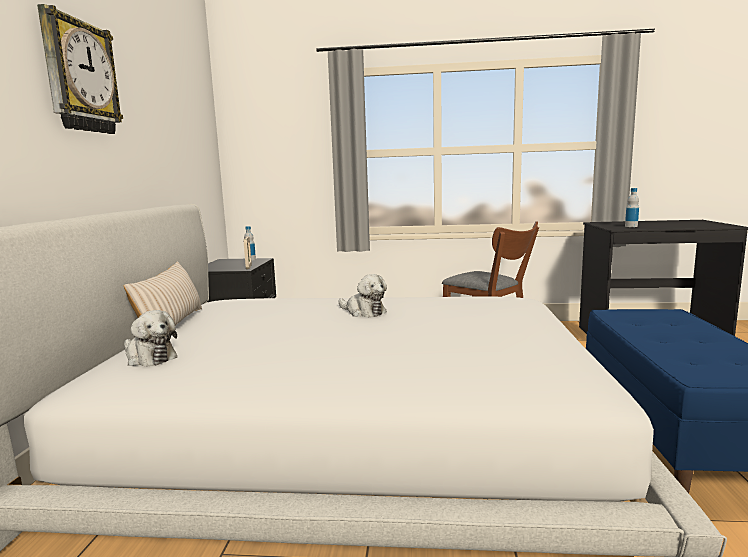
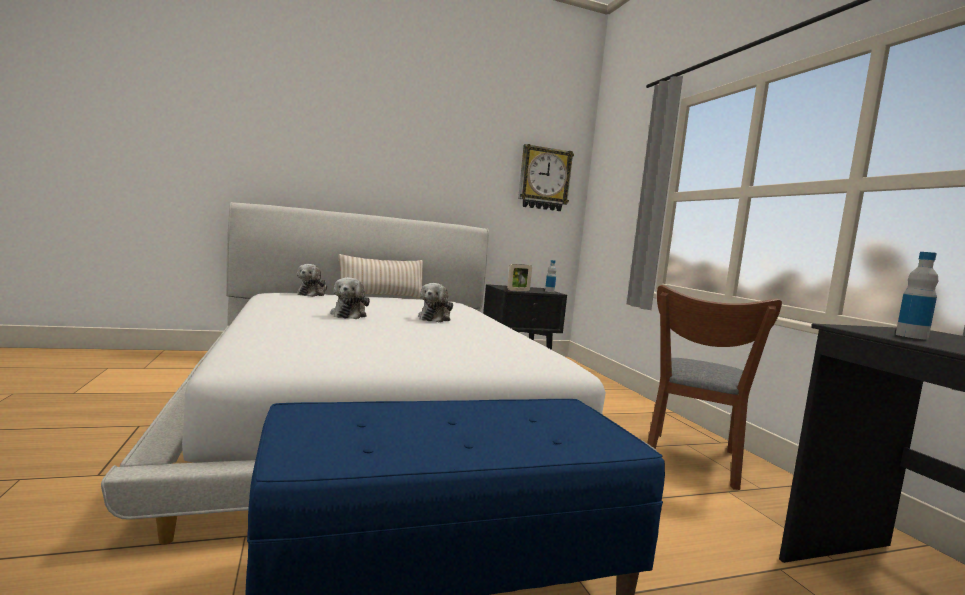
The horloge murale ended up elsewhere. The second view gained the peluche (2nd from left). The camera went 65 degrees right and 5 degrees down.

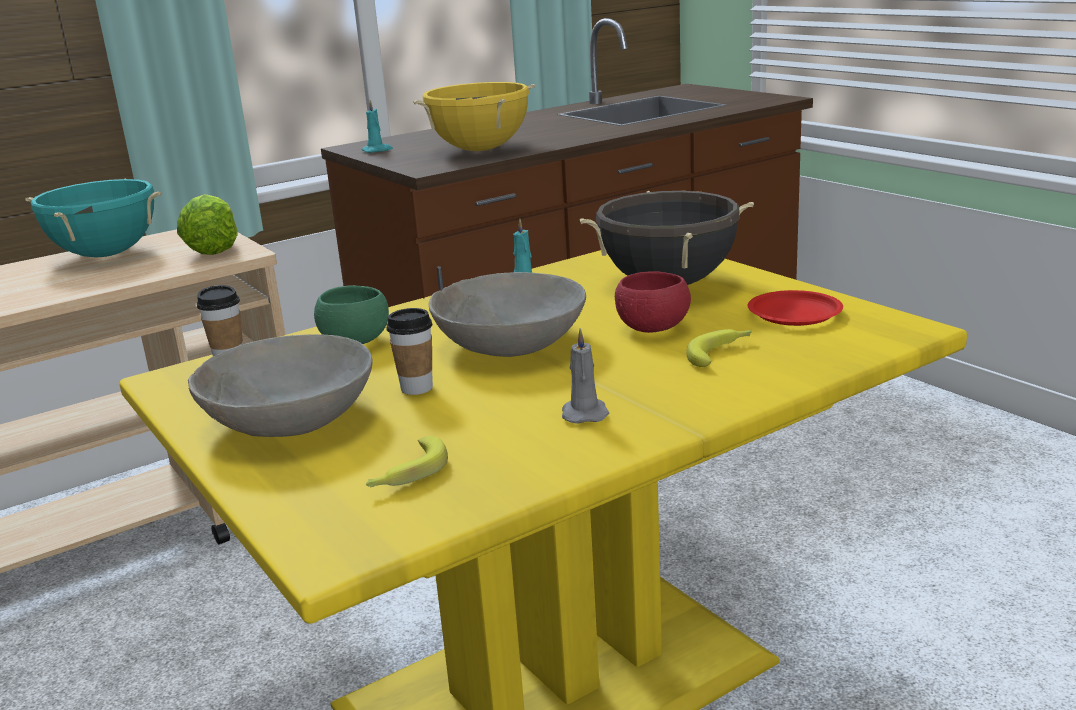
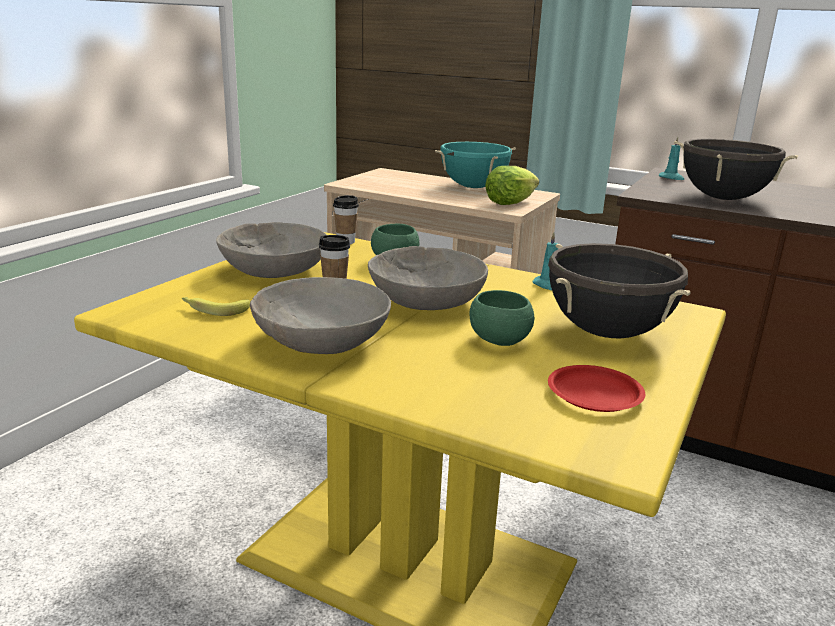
What was the marmite (jaune) turned into the marmite (noir) (2nd from left). Where the bougie (gris) stood, the bol (gris) (2nd from left) came to stand. What was the bol (rouge) turned into the bol (vert) (2nd from left). The second view lost the banane (2nd from left). The camera went 60 degrees right and 0 degrees up.

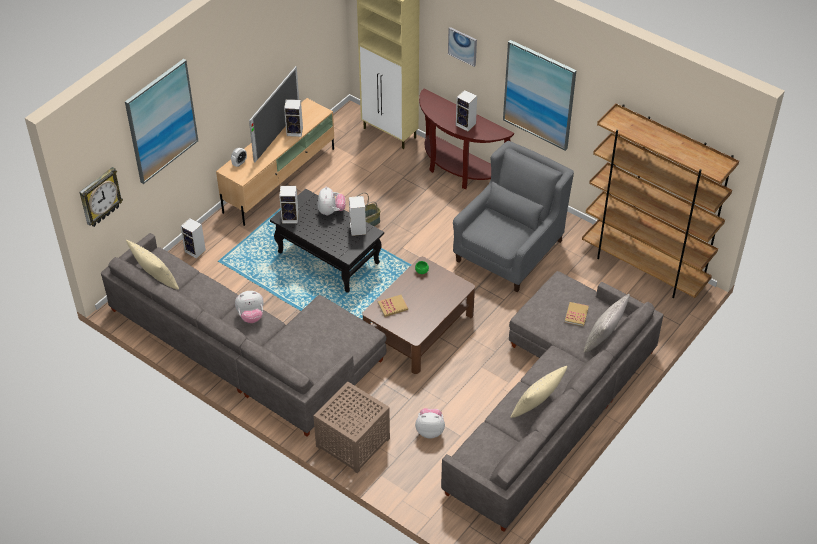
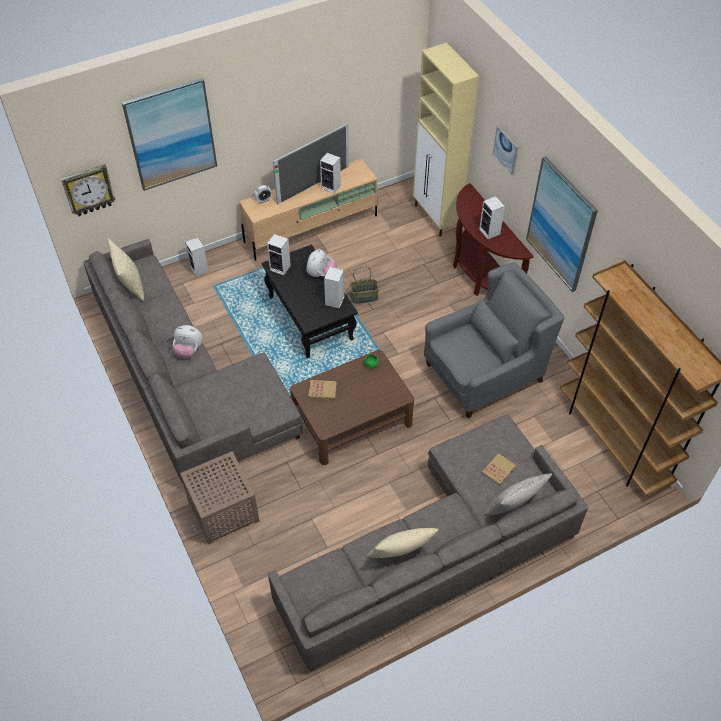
The second view lost the peluche (3rd from left). The camera went 25 degrees right and 5 degrees up.

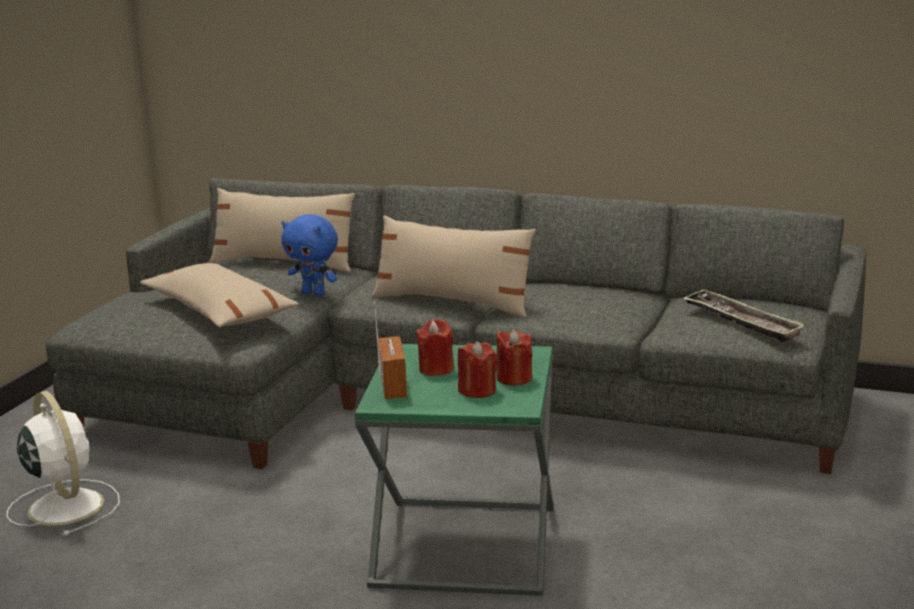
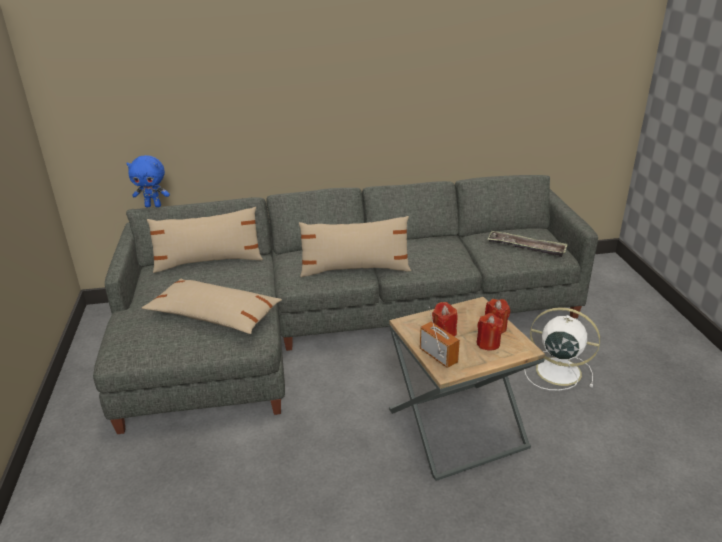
The ventilateur (blanc) ended up elsewhere. The peluche (bleu) ended up elsewhere. What was the table d'appoint (vert) turned into the table d'appoint (marron). The camera went 30 degrees left and 10 degrees up.

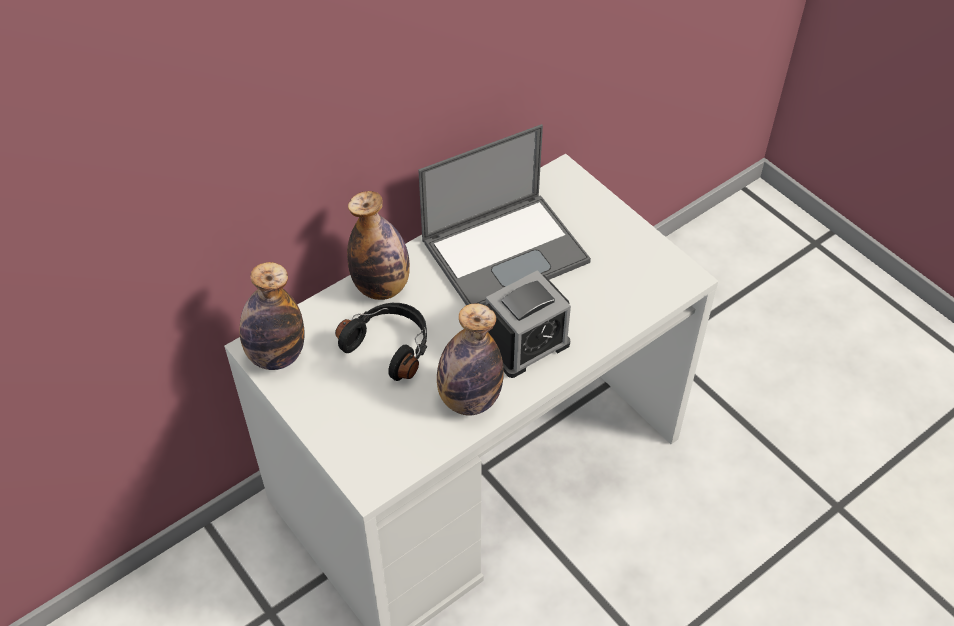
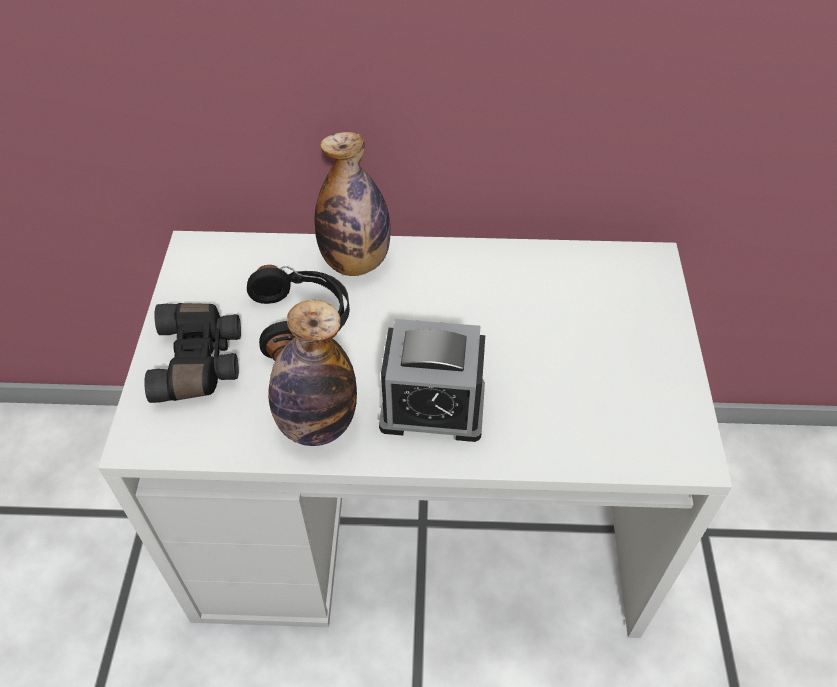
The second view lost the bouteille (1st from left). The second view lost the ordinateur portable. The second view gained the jumelles (noir). The camera went 40 degrees right and 0 degrees up.

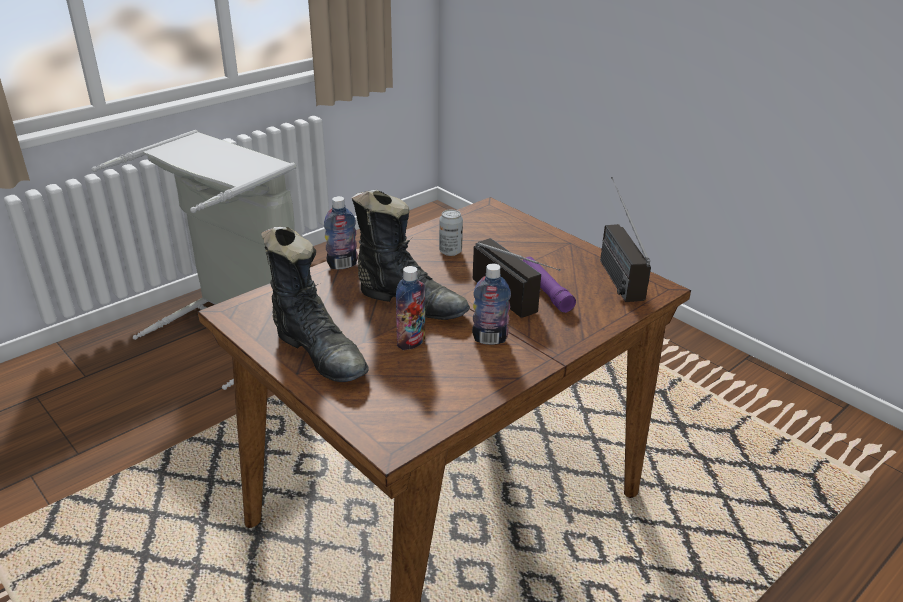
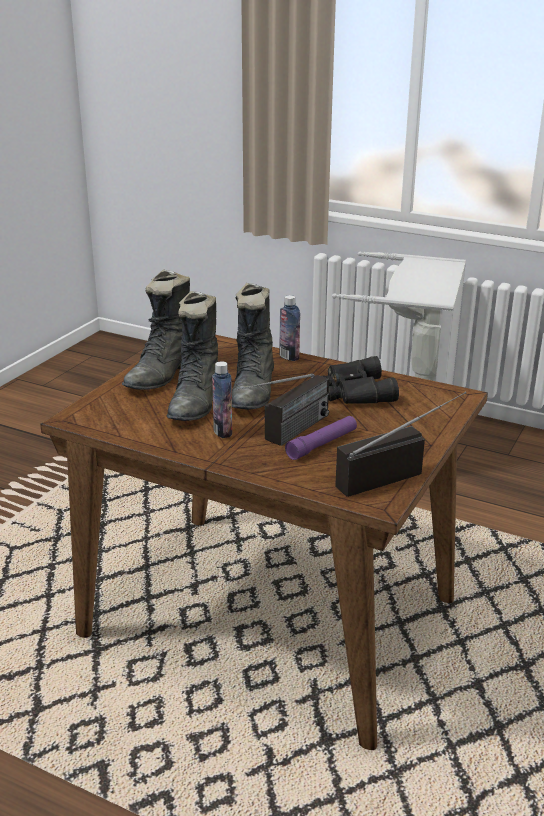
Where the bouteille (2nd from left) stood, the botte (noir) (2nd from left) came to stand. Where the boîte métallique stood, the jumelles (noir) came to stand. The camera went 70 degrees right and 5 degrees down.

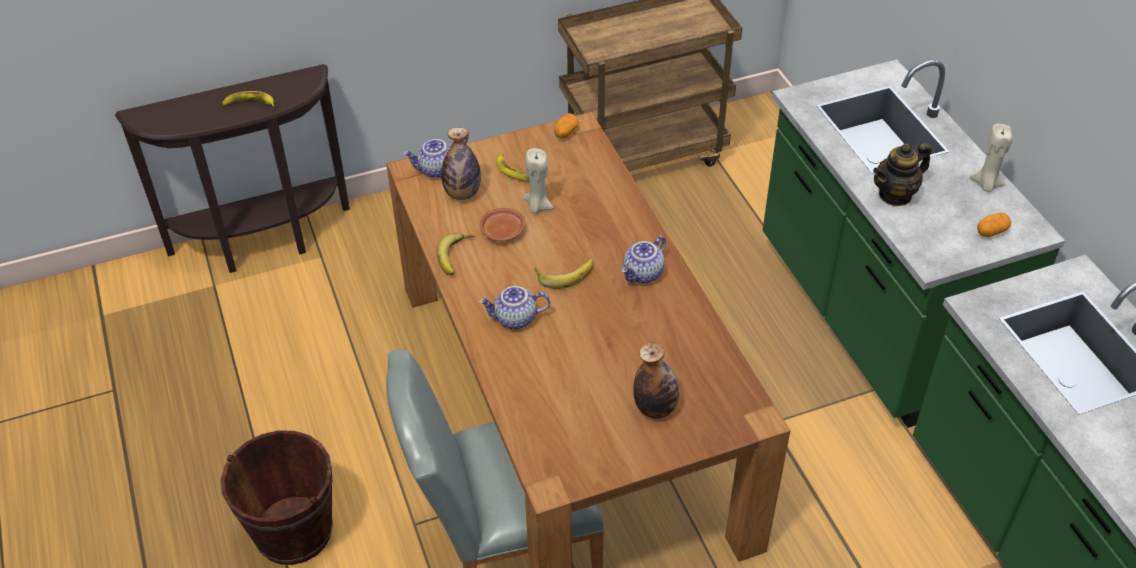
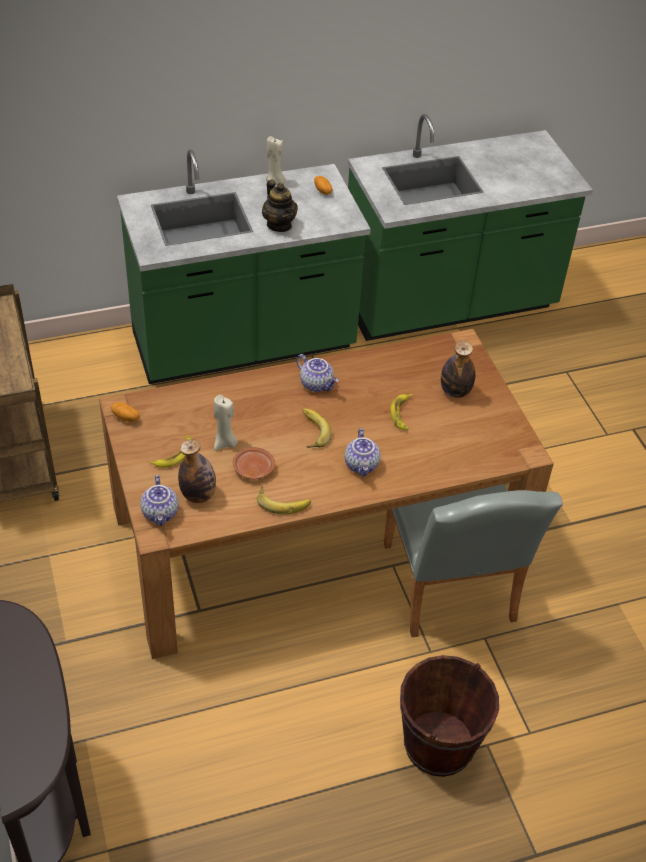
The banane (1st from left in the first image) ended up elsewhere. The camera went 90 degrees left and 0 degrees up.

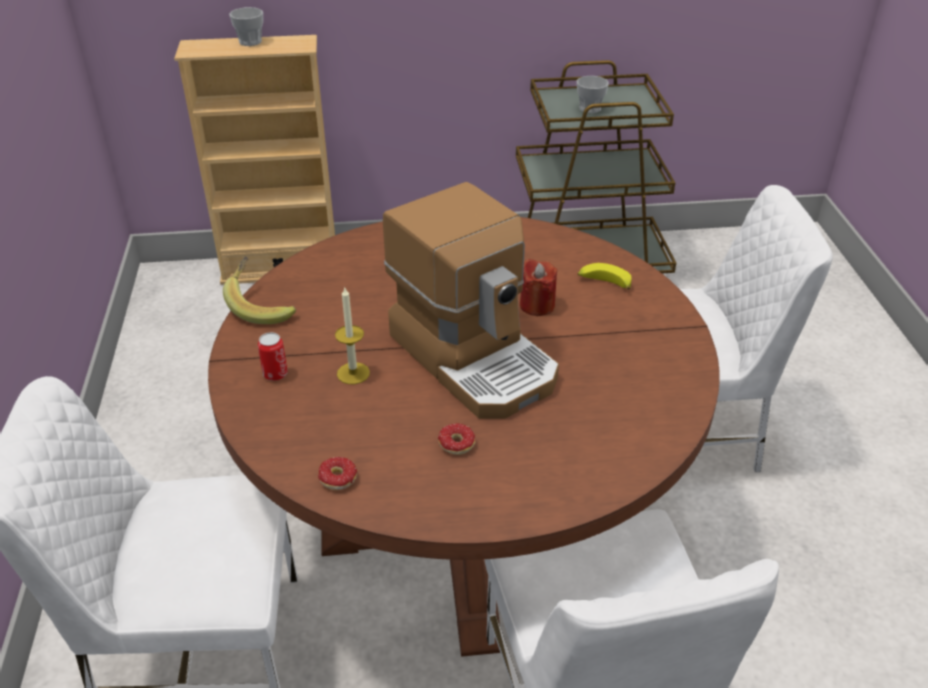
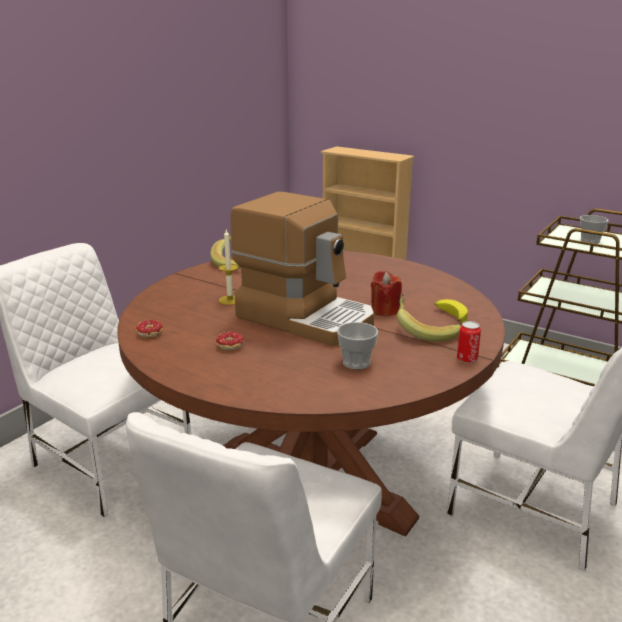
The tasse (1st from left) ended up elsewhere. The boîte métallique ended up elsewhere. The machine à café ended up facing another way, 60 degrees counterclockwise from before. The second view gained the banane (2nd from left). The camera went 40 degrees right and 15 degrees down.

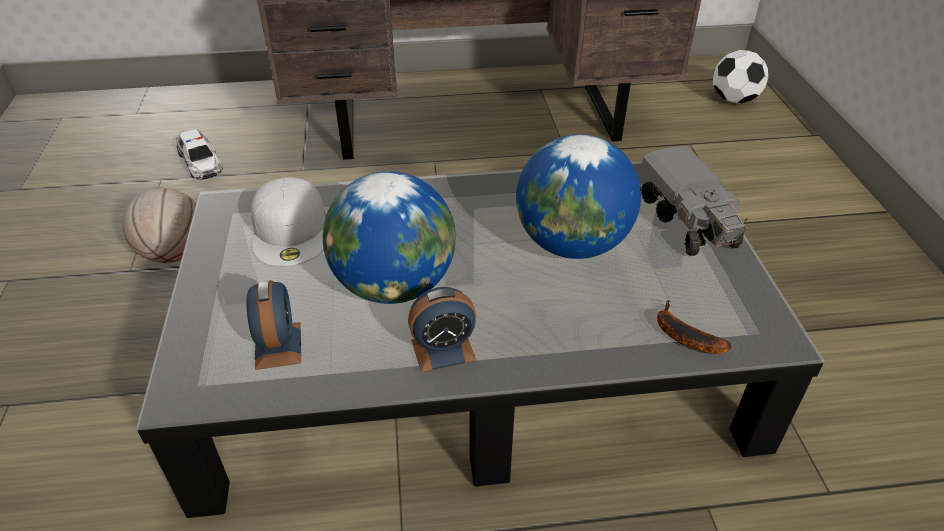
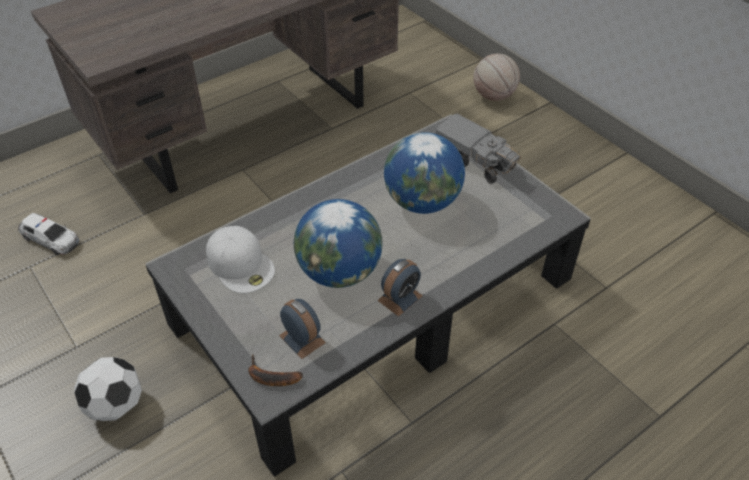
The ballon de basket ended up elsewhere. The banane ended up elsewhere. The ballon de foot ended up elsewhere. The camera went 30 degrees left and 5 degrees up.

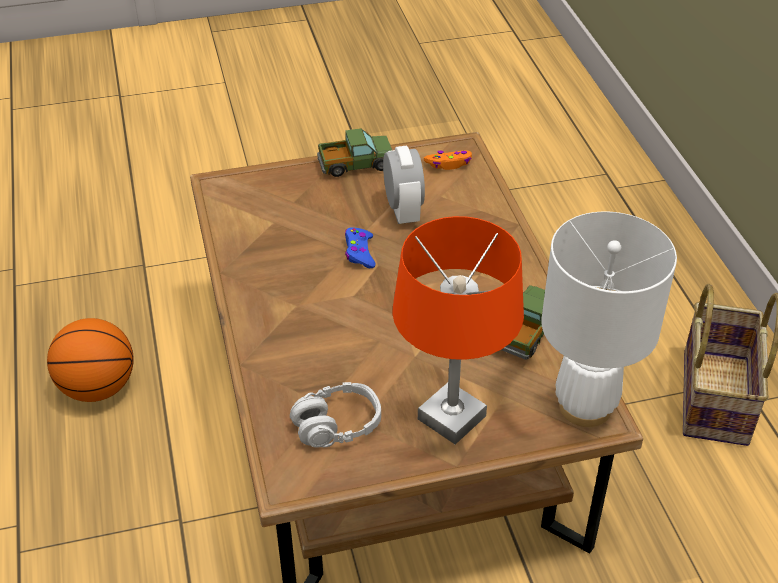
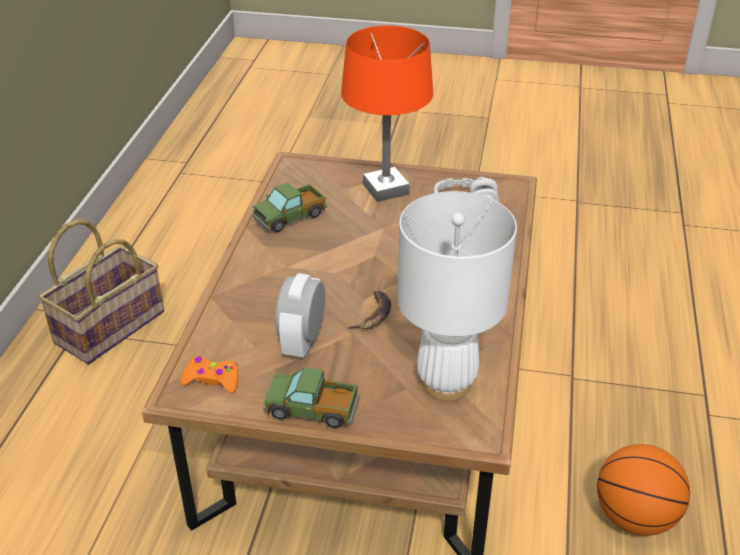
Where the manette (bleu) stood, the banane came to stand. The lampe de table (blanc) ended up elsewhere. The camera went 155 degrees left and 5 degrees down.

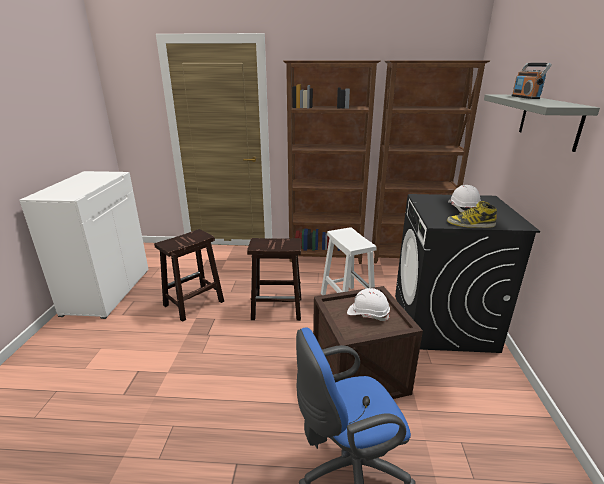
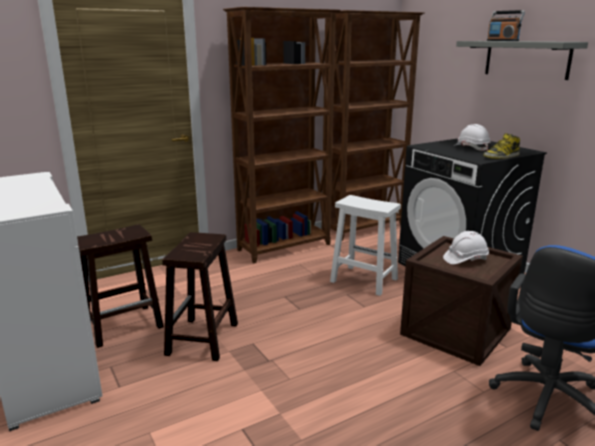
The tabouret (marron) (2nd from left in the first image) ended up elsewhere. The camera went 35 degrees left and 5 degrees down.

